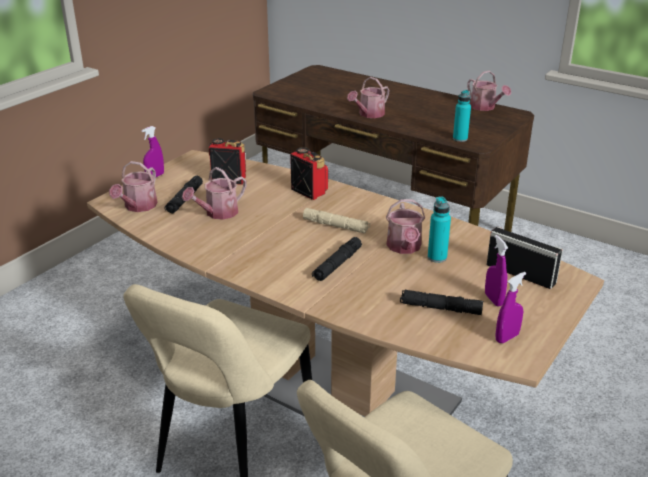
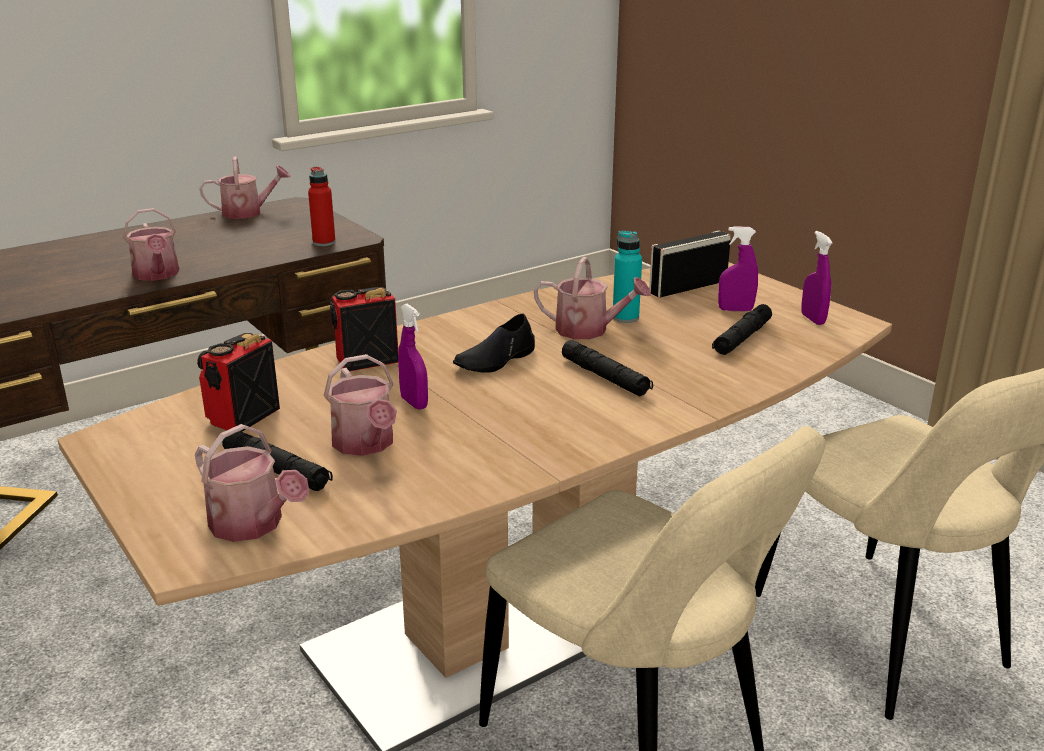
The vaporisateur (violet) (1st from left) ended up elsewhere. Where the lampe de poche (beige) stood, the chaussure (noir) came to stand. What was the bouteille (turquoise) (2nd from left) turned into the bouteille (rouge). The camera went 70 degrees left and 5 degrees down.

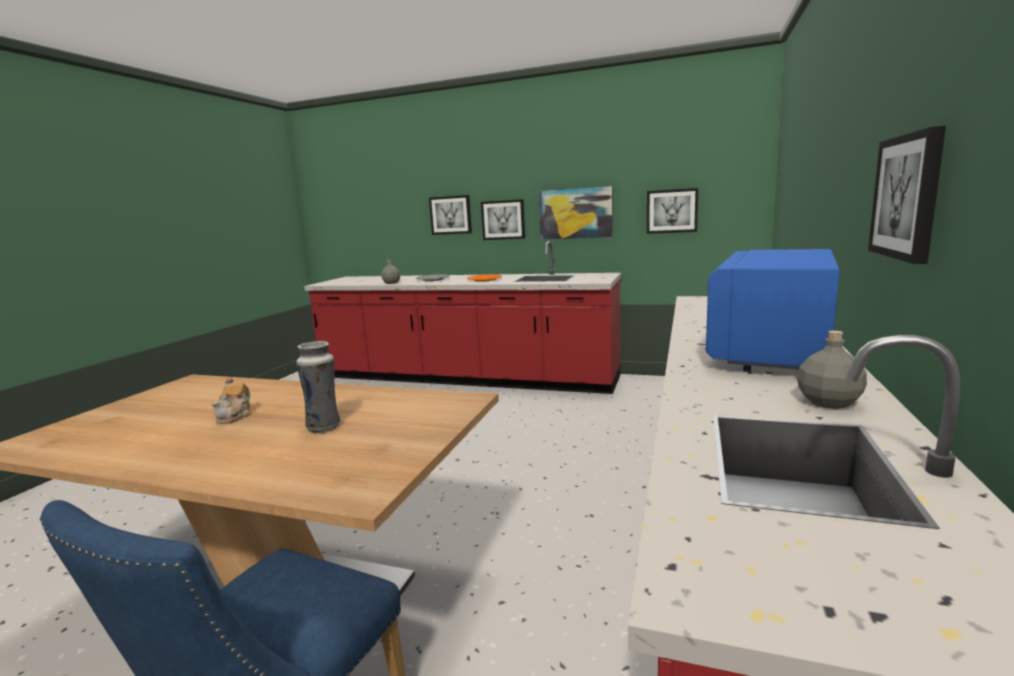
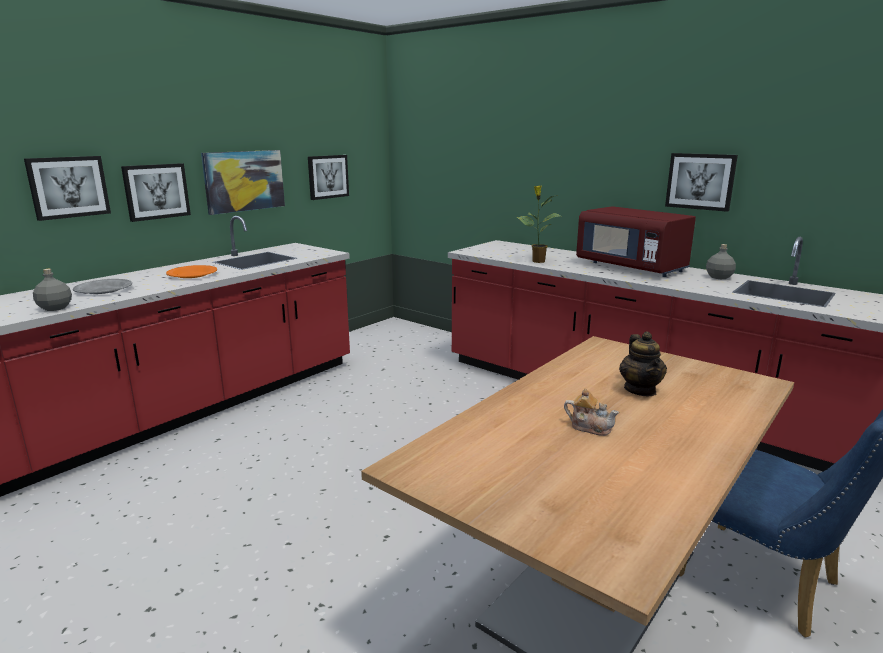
Where the vase stood, the théière (2nd from left) came to stand. What was the micro-ondes (bleu) turned into the micro-ondes (rouge). The second view gained the plante en pot. The camera went 70 degrees left and 5 degrees up.

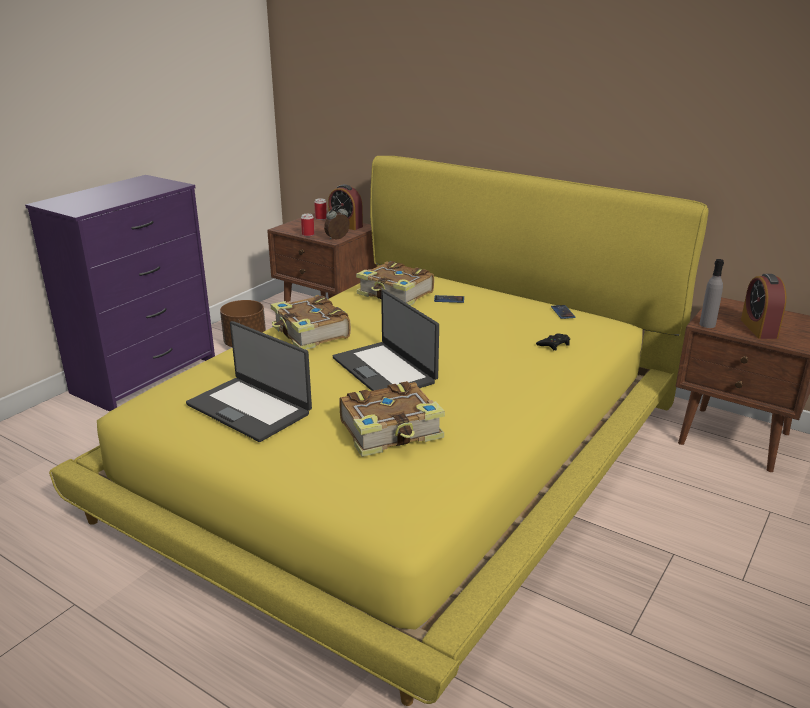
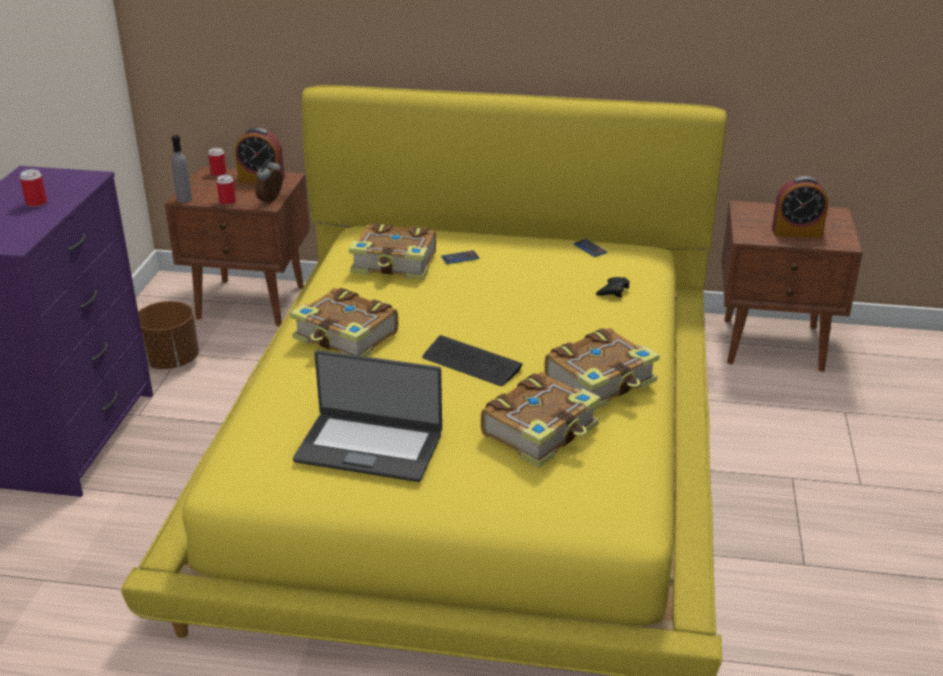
Where the ordinateur portable (2nd from left) stood, the clavier came to stand. The bouteille (gris) ended up elsewhere. The réveil (3rd from left) ended up facing another way, 60 degrees counterclockwise from before. The second view gained the boîte métallique (1st from left). The second view gained the livre (4th from left). The camera went 25 degrees left and 5 degrees up.

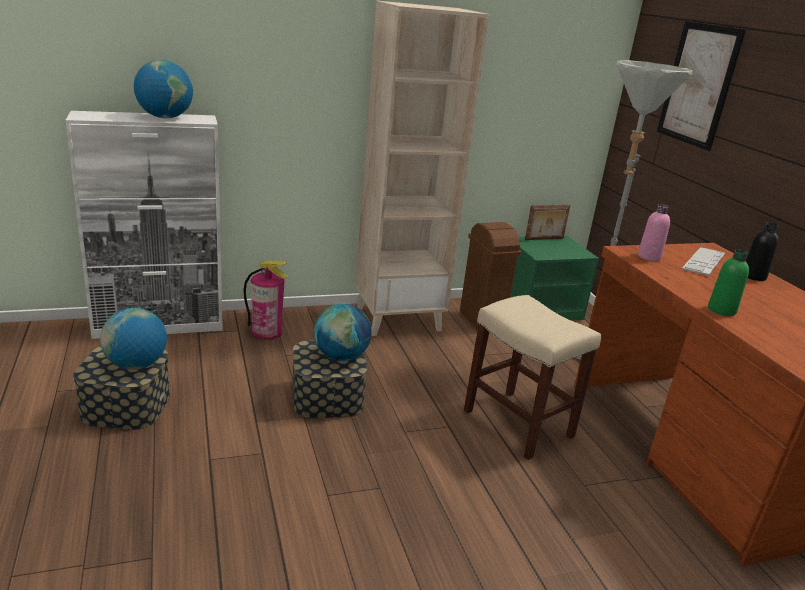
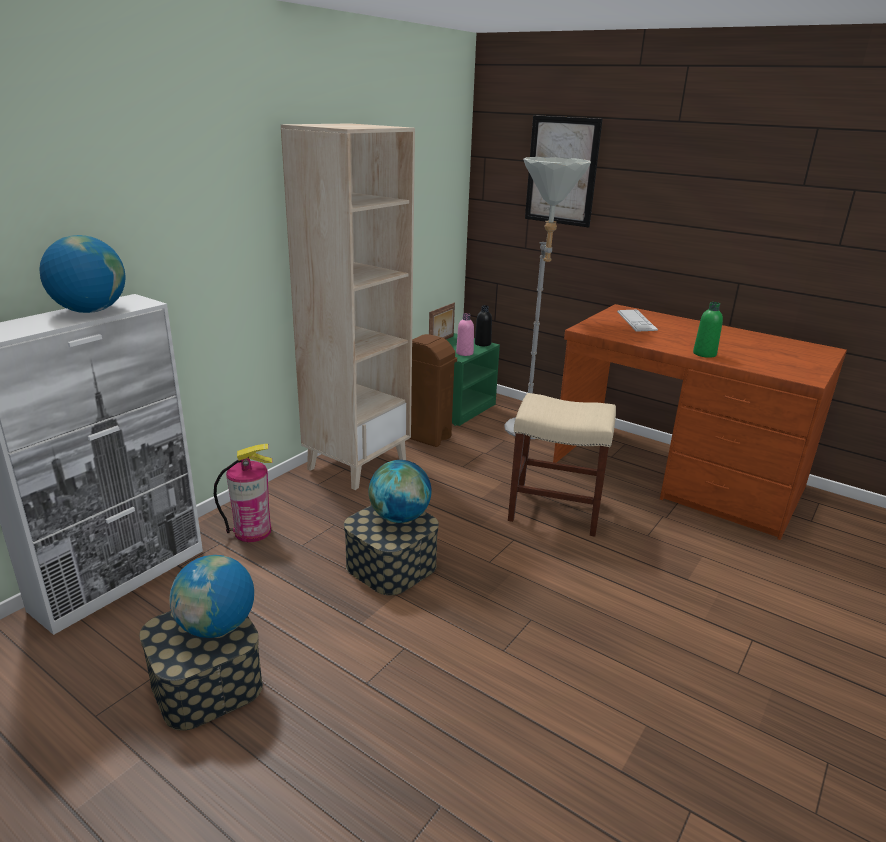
The bouteille (rose) ended up elsewhere. The bouteille (noir) ended up elsewhere. The camera went 35 degrees left and 0 degrees up.

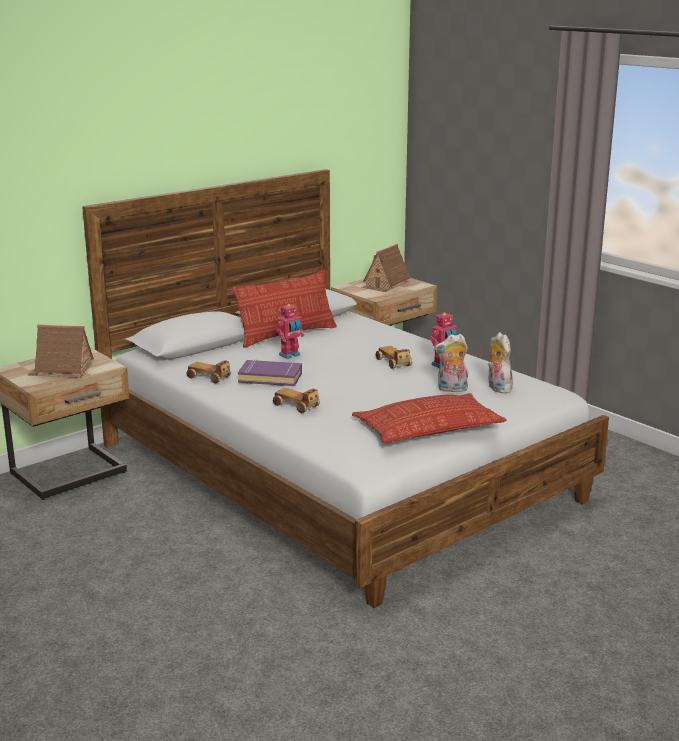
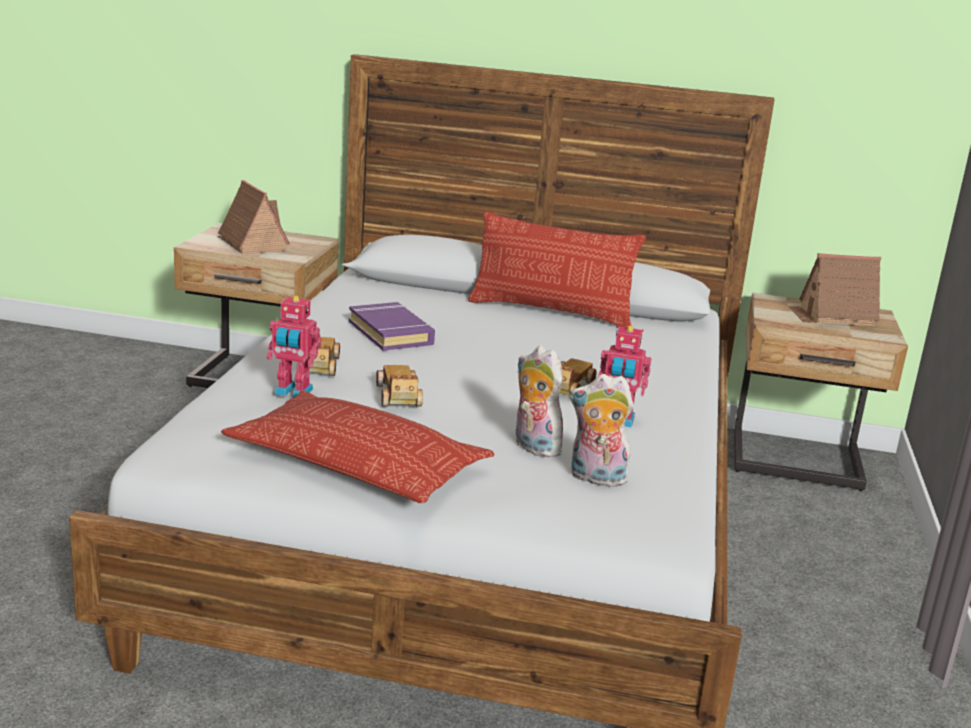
The petite voiture (1st from left in the first image) ended up elsewhere. The robot jouet (1st from left) ended up elsewhere. The peluche (2nd from left) ended up facing another way, 105 degrees counterclockwise from before. The camera went 50 degrees right and 0 degrees up.

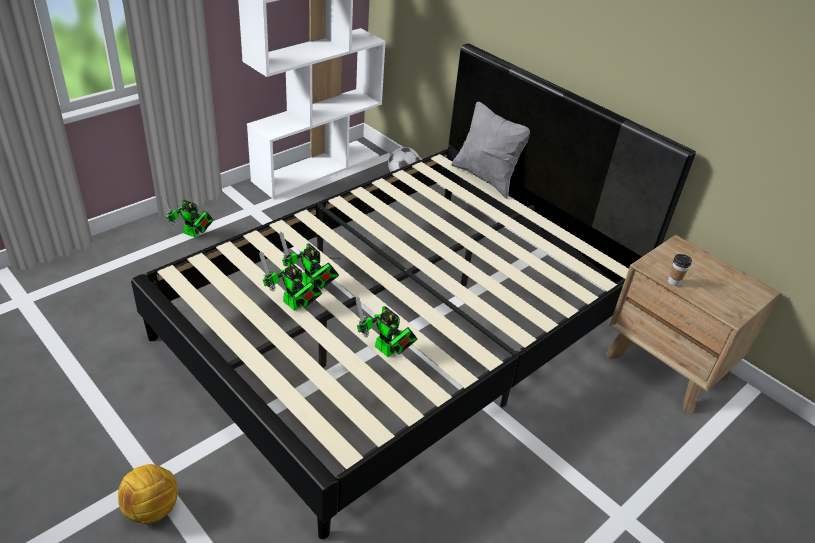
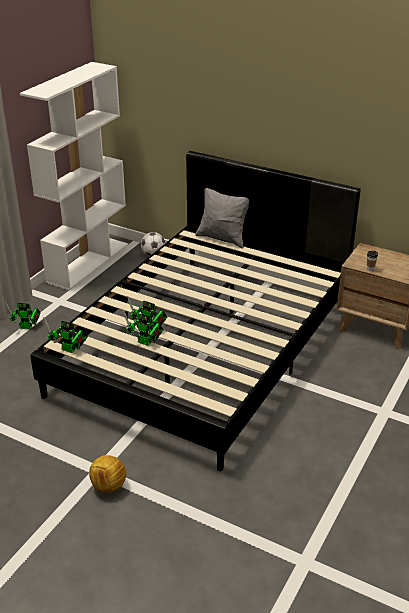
The robot jouet (4th from left in the first image) ended up elsewhere. The camera went 15 degrees left and 5 degrees down.

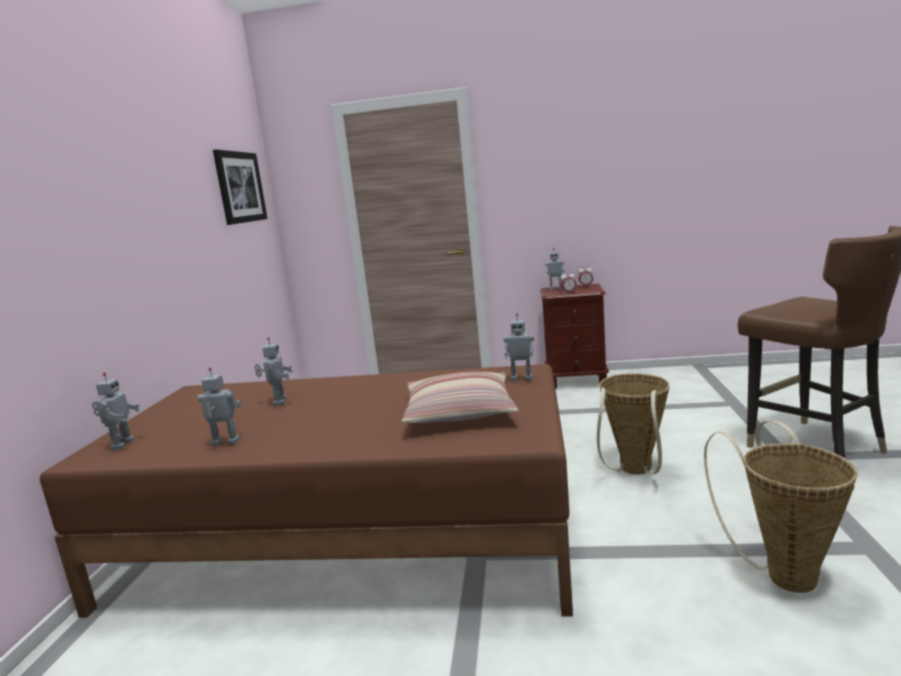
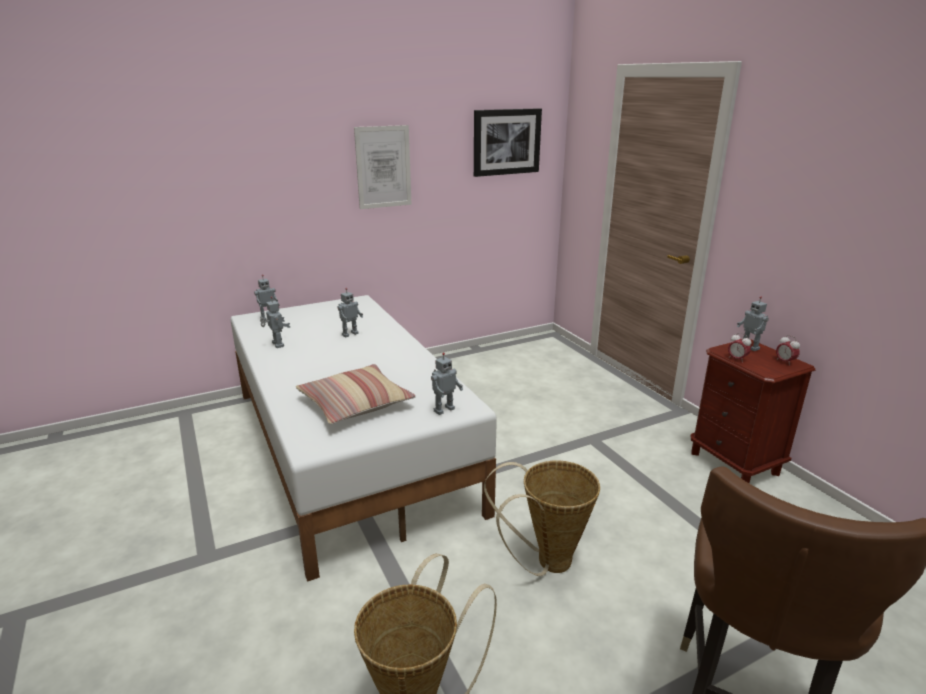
What was the lit (marron) turned into the lit (blanc). The robot jouet (4th from left) ended up facing another way, 105 degrees counterclockwise from before. The second view gained the tableau (1st from left). The camera went 55 degrees right and 10 degrees up.

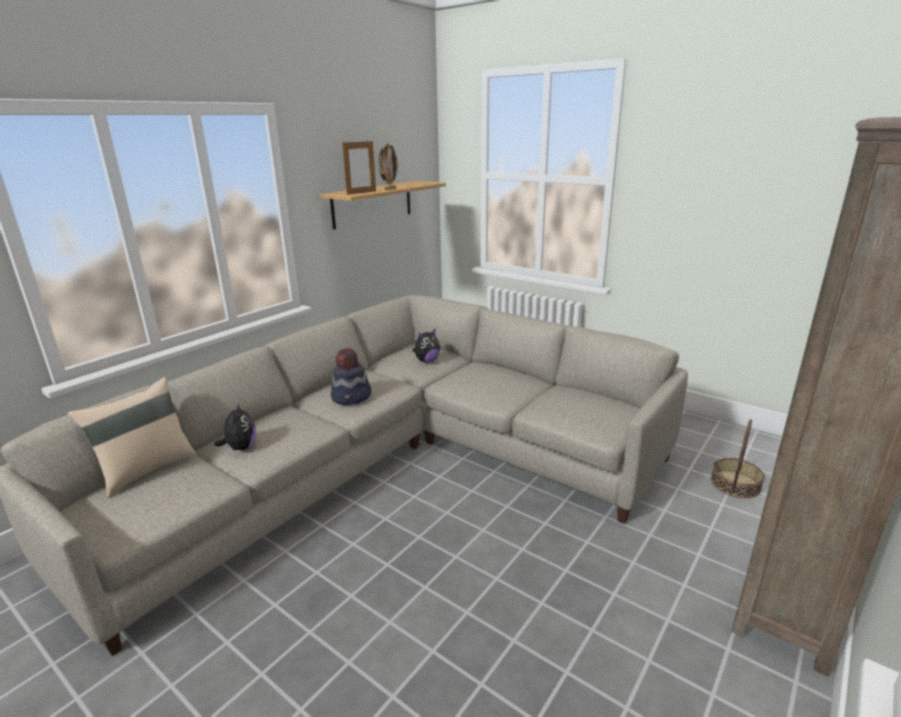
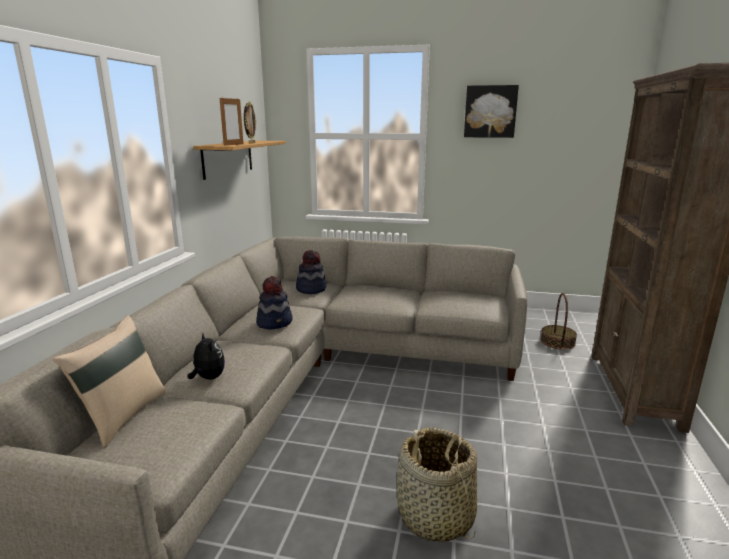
Where the peluche (2nd from left) stood, the chapeau (2nd from left) came to stand. The second view gained the panier (1st from left). The second view gained the tableau. The camera went 25 degrees left and 5 degrees down.

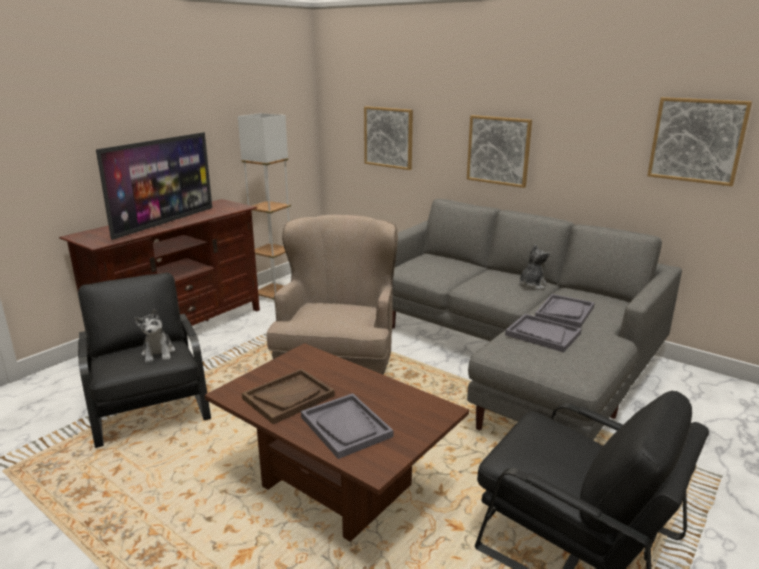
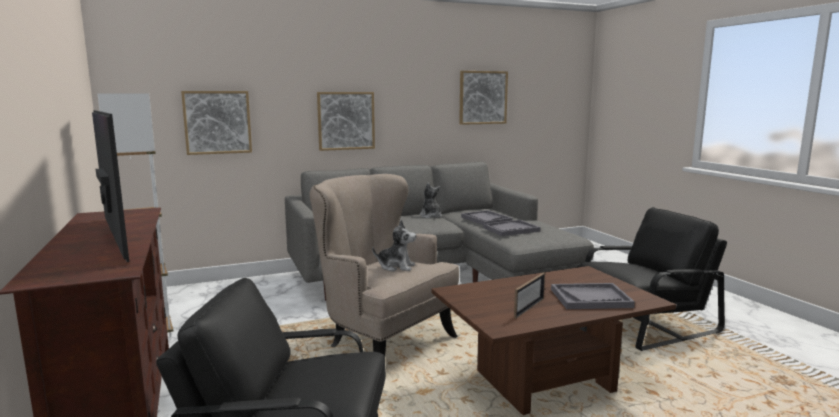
The peluche (1st from left) ended up elsewhere. Where the plateau (marron) stood, the cadre photo came to stand. The camera went 60 degrees left and 10 degrees down.

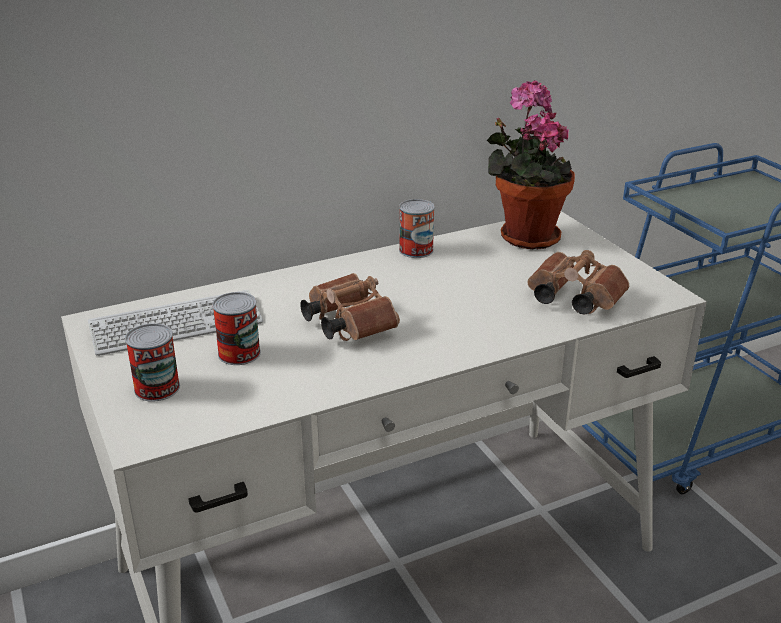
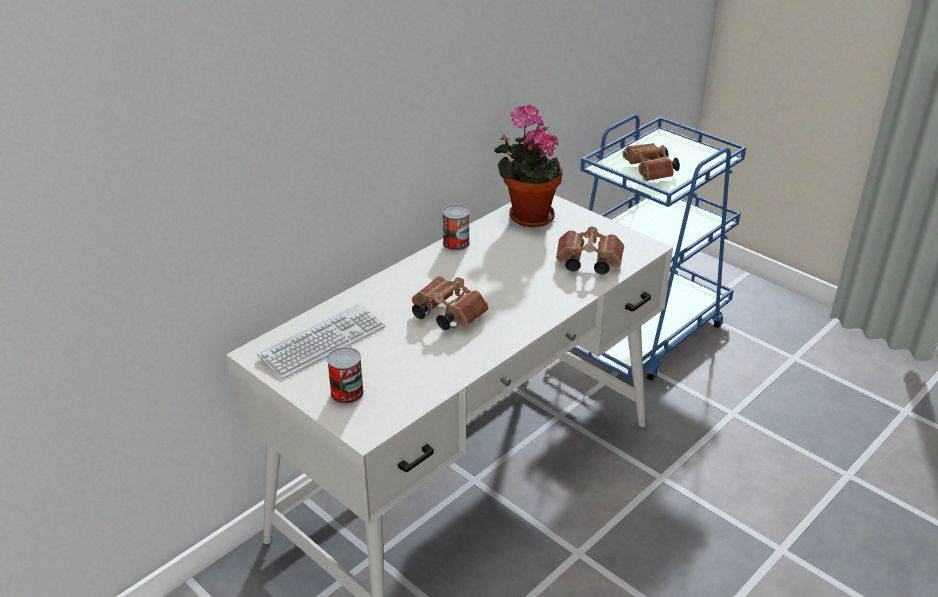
The second view lost the boîte métallique (2nd from left). The second view gained the jumelles (marron) (3rd from left). The camera went 20 degrees left and 5 degrees up.

